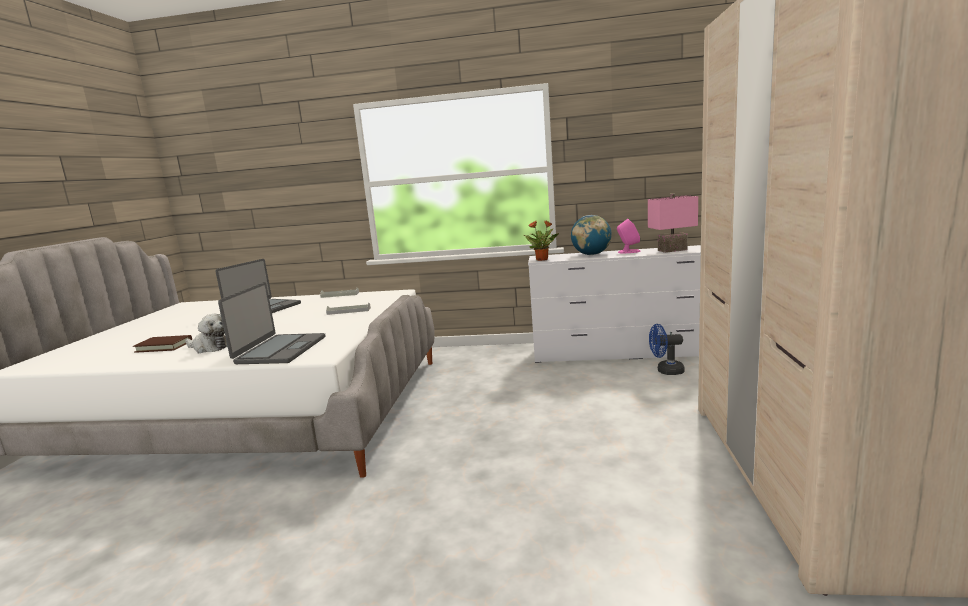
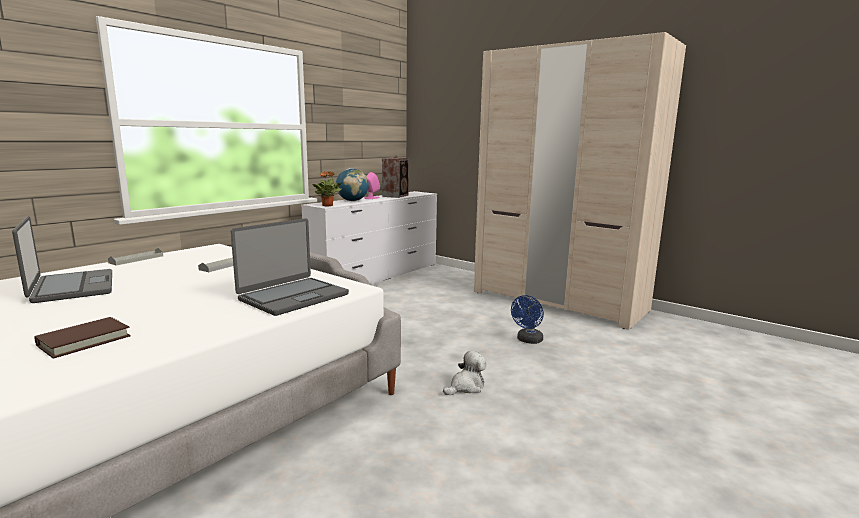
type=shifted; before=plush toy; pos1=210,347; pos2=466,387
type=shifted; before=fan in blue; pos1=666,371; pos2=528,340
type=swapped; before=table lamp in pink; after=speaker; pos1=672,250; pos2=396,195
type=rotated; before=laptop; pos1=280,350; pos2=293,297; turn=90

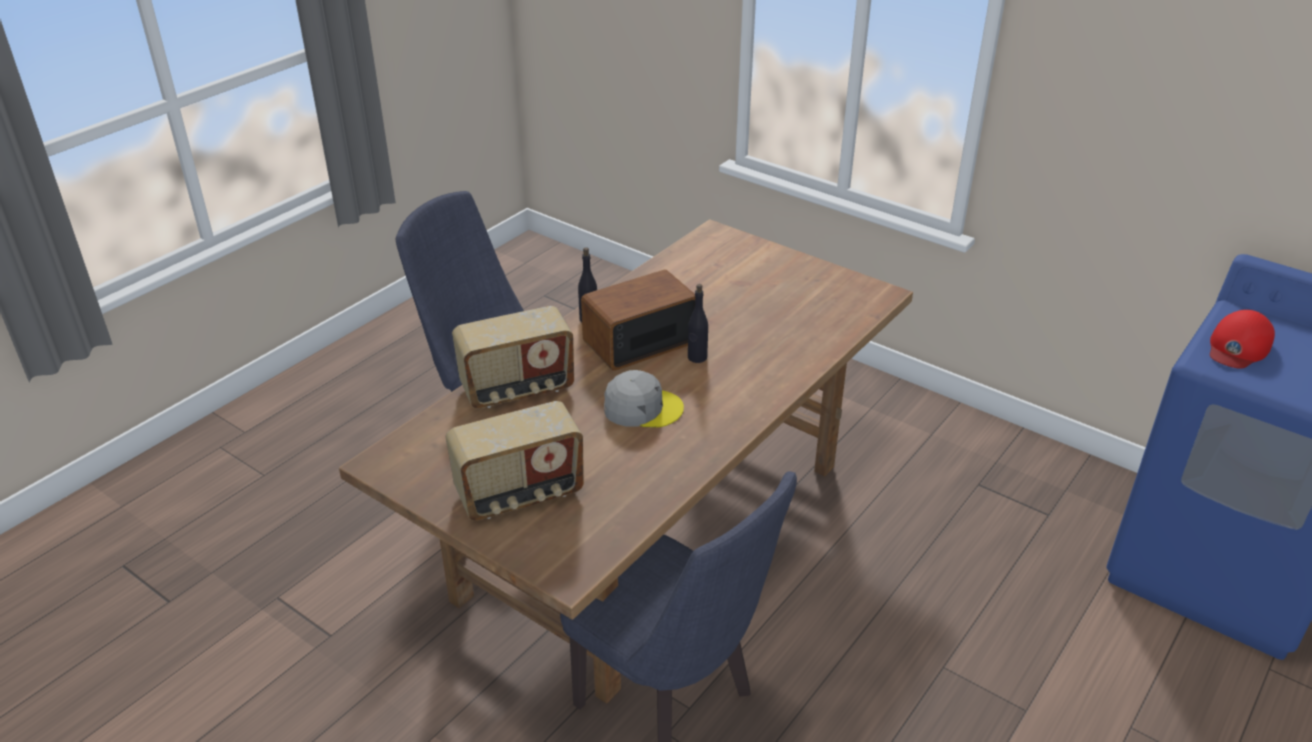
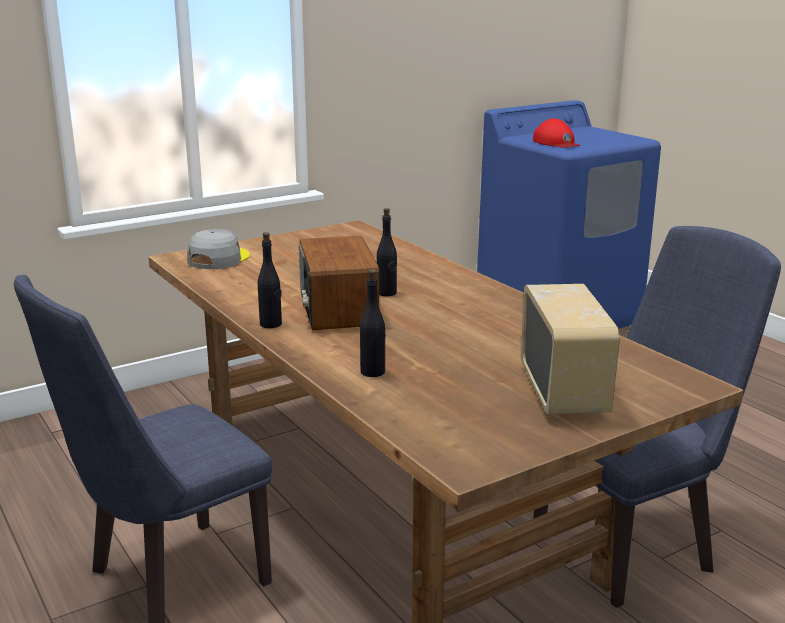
type=shifted; before=cap in grey; pos1=642,408; pos2=218,259
type=swapped; before=radio; after=bottle in black; pos1=517,389; pos2=373,372

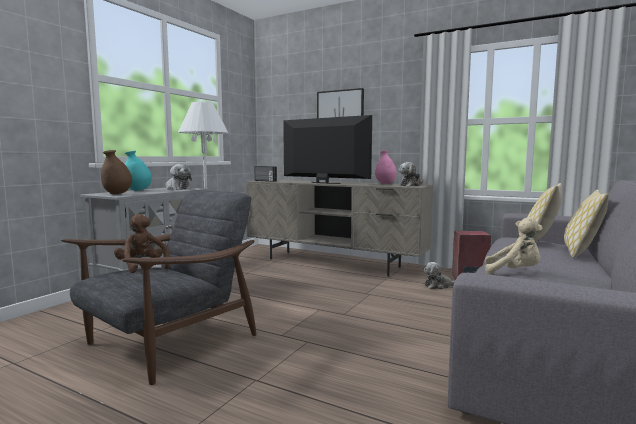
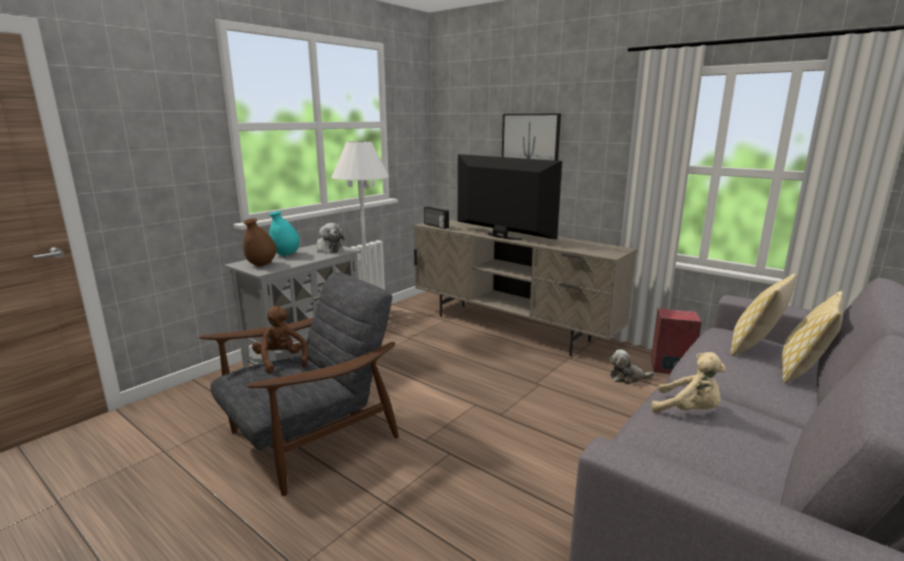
type=gone; before=vase in pink; pos1=385,184
type=gone; before=plush toy; pos1=411,185

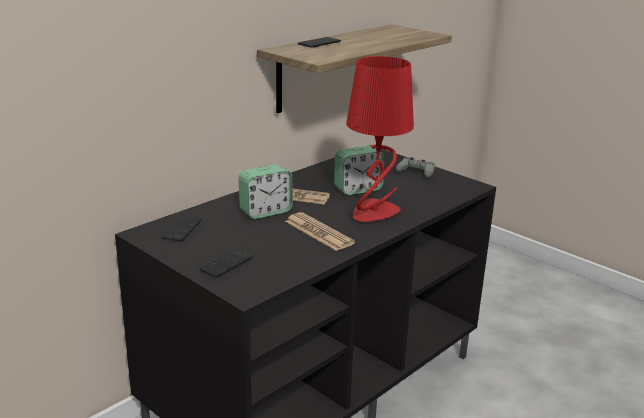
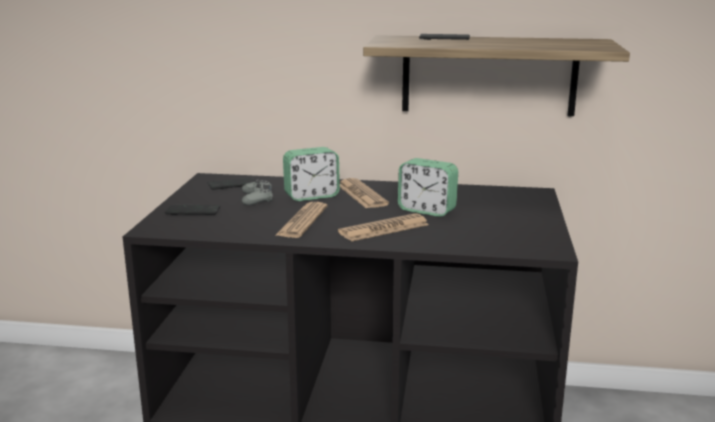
type=shifted; before=game controller in grey; pos1=416,172; pos2=257,199
type=swapped; before=table lamp in red; after=newspaper; pos1=374,213; pos2=384,229
type=rotated; before=alarm clock; pos1=265,212; pos2=311,196; turn=-45

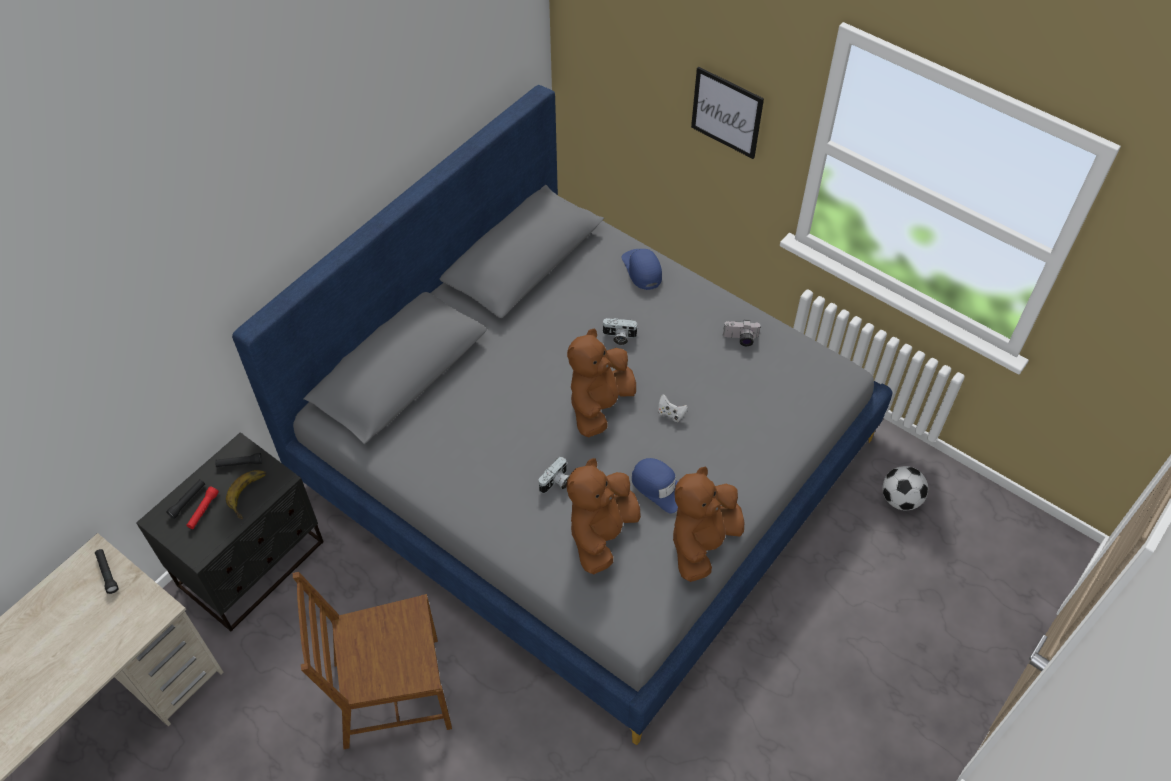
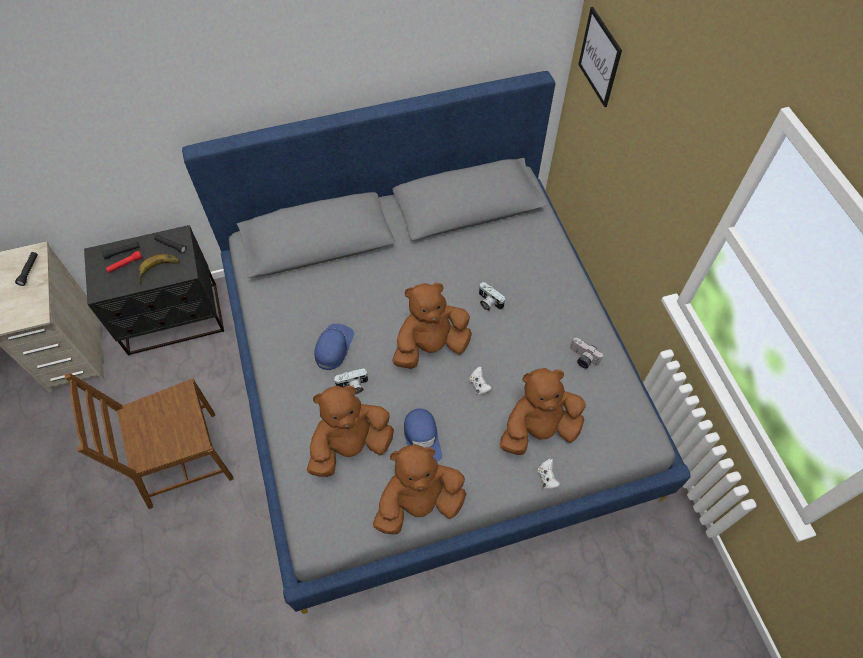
type=gone; before=football; pos1=900,499
type=new; after=plush toy in brown; pos2=538,429
type=new; after=game controller in white; pos2=547,478
type=shifted; before=cap in blue; pos1=642,270; pos2=333,347
type=shifted; before=picture; pos1=726,112; pos2=599,57
type=rotated; before=chair in brown; pos1=390,694; pos2=182,461; turn=-45

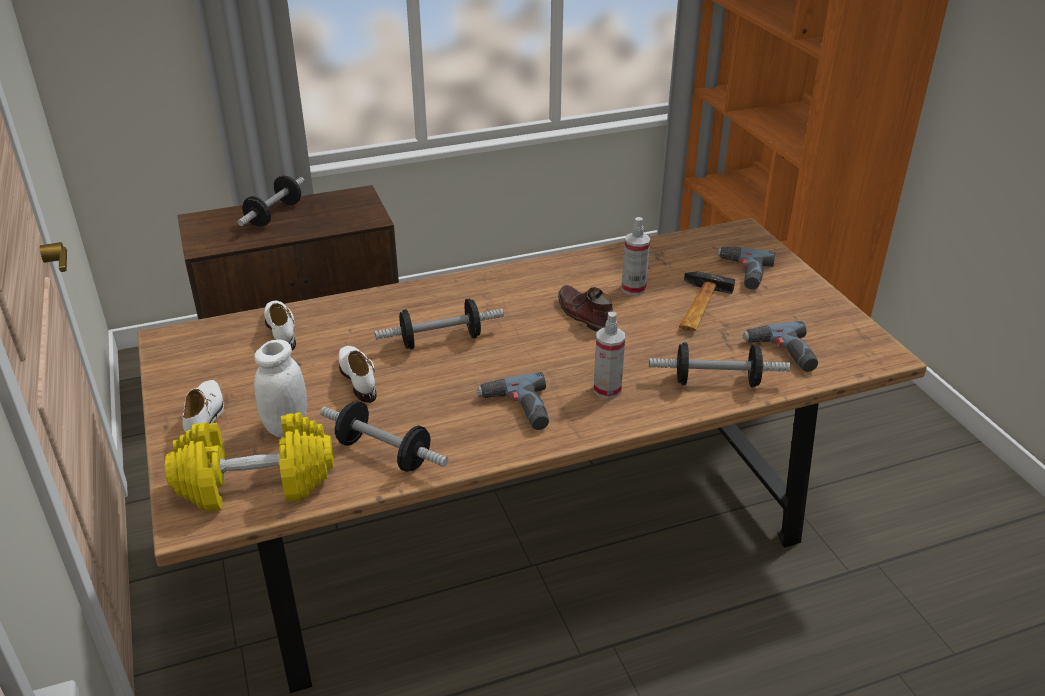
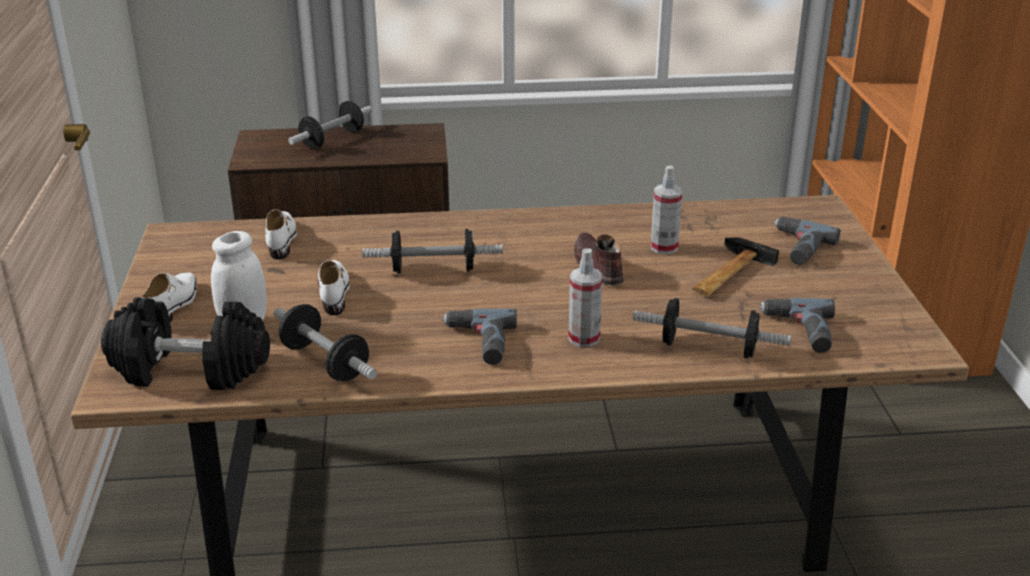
type=repainted; before=dumbbell in yellow; after=dumbbell in black; pos1=255,484; pos2=190,370

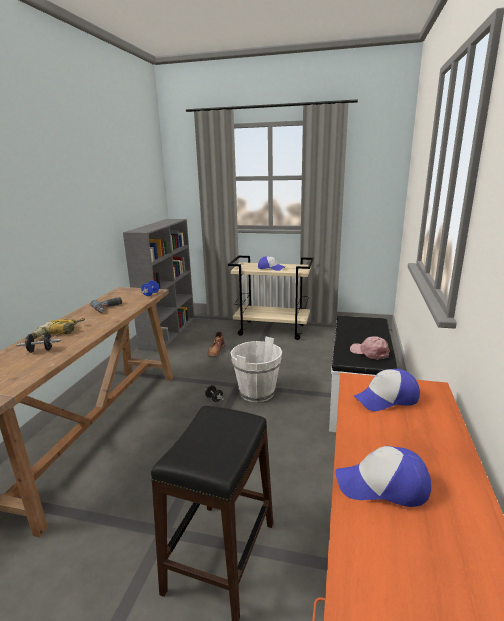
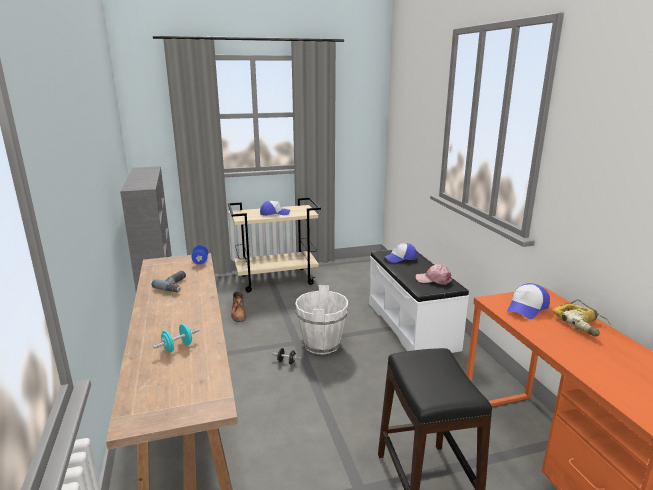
type=shifted; before=power drill; pos1=57,334; pos2=582,323
type=shifted; before=cap; pos1=383,485; pos2=400,258
type=repainted; before=dumbbell in black; after=dumbbell in turquoise; pos1=40,350; pos2=177,347

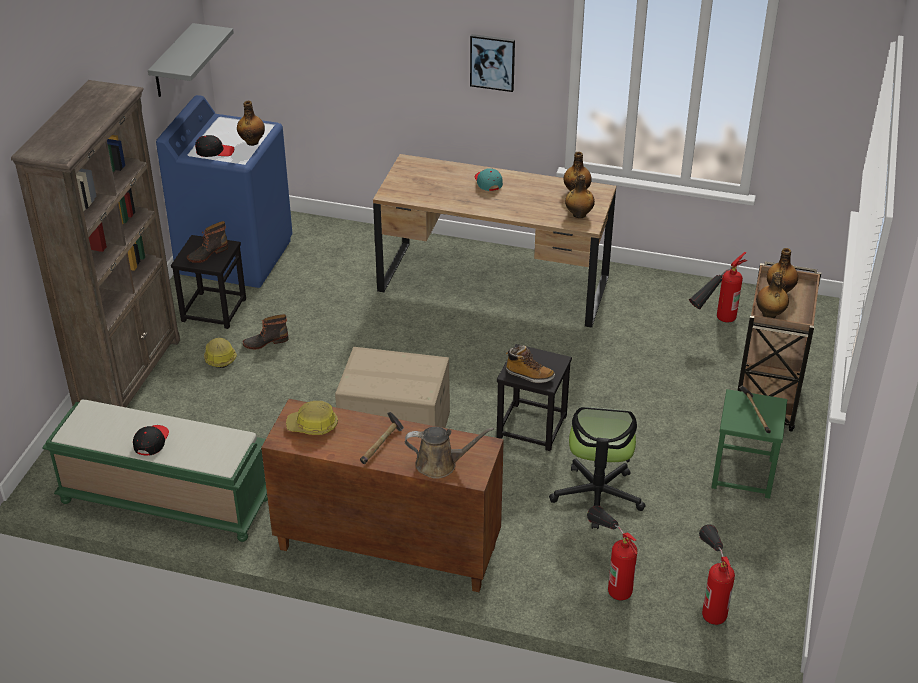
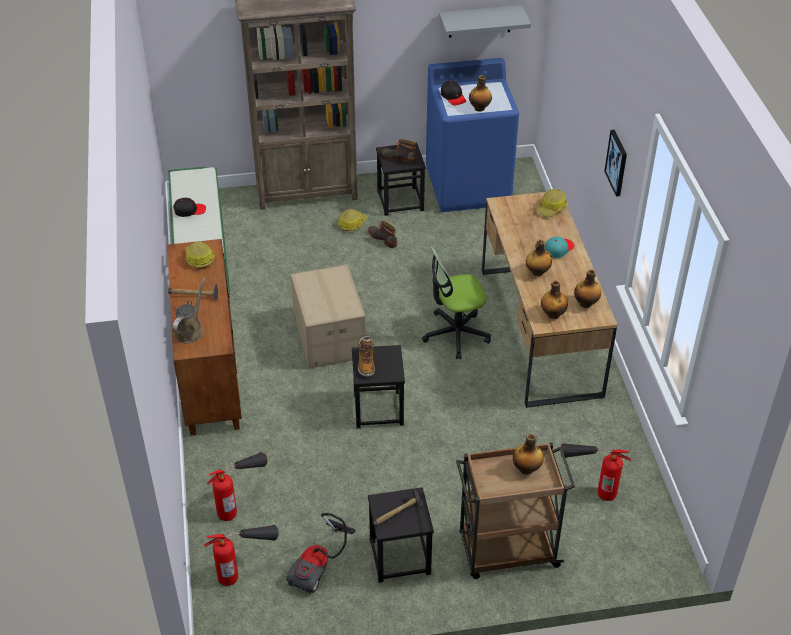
type=new; after=vacuum cleaner; pos2=320,565
type=new; after=hard hat; pos2=551,208
type=shifted; before=office chair; pos1=597,496; pos2=455,334
type=shifted; before=bottle; pos1=769,315; pos2=537,272
type=repainted; before=stool in green; after=stool in black; pos1=743,473; pos2=400,557
type=rotated; before=watering can in brown; pos1=440,464; pos2=190,330; turn=-135

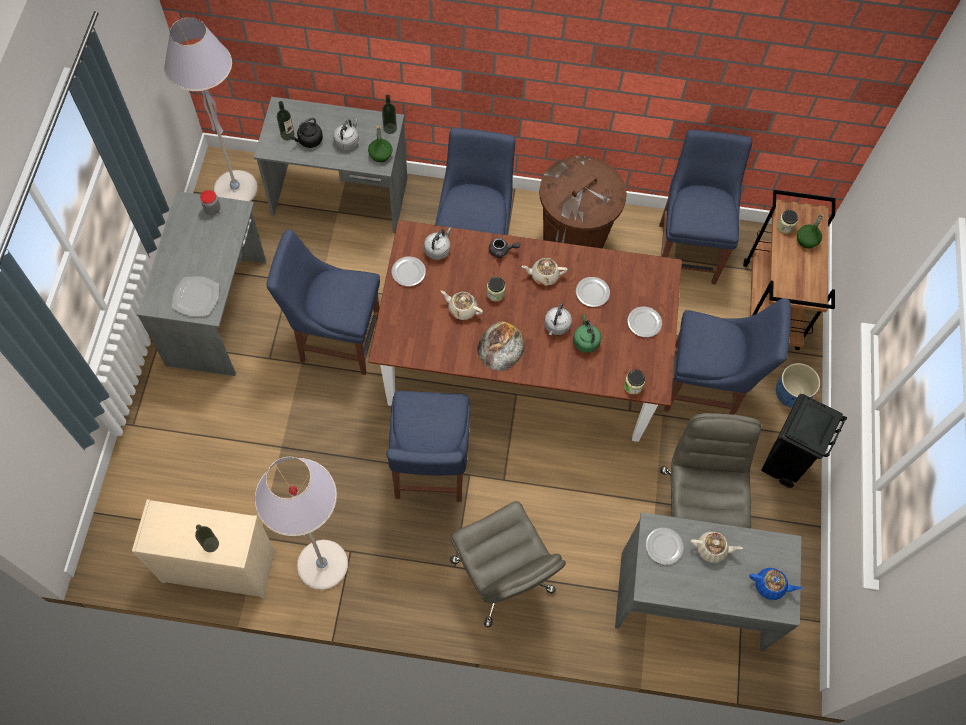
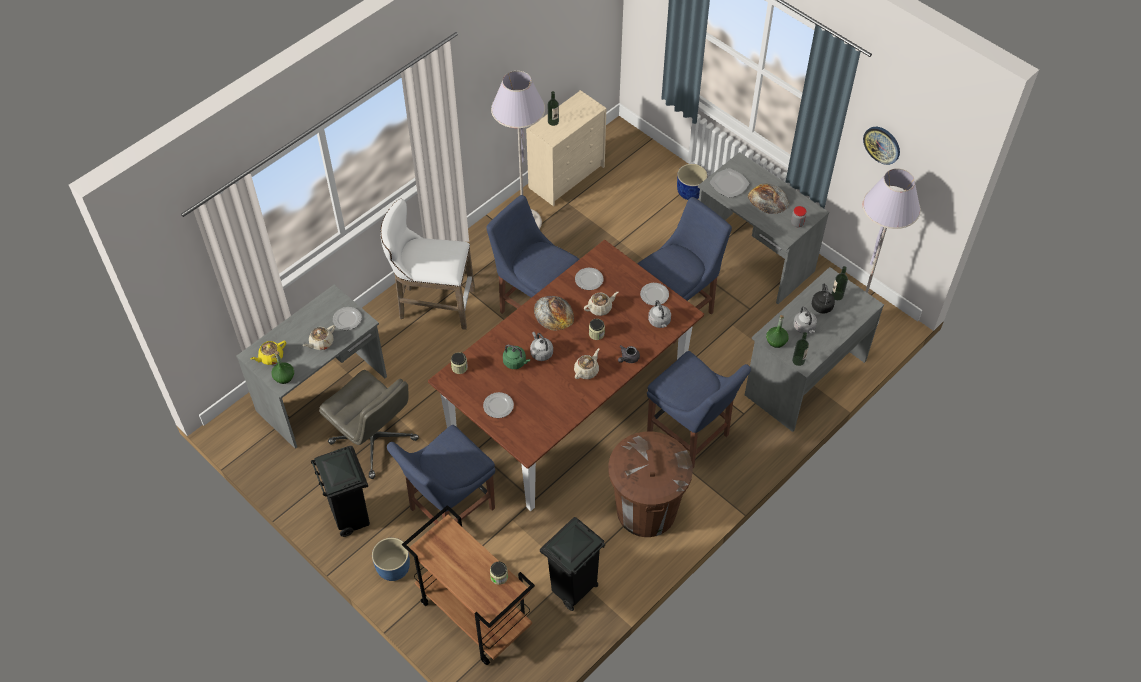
type=new; after=planter in blue; pos2=690,192
type=new; after=bread; pos2=768,199
type=new; after=wall clock; pos2=882,144
type=shifted; before=plate; pos1=592,293; pos2=588,280
type=shifted; before=bottle in green; pos1=806,240; pos2=284,377
type=swapped; before=office chair in grey; after=stool in white; pos1=503,576; pos2=432,305
type=swapped; before=chair in blue; after=trash can in black; pos1=687,249; pos2=573,590
type=repainted; before=teapot in blue; after=teapot in yellow; pos1=770,586; pos2=271,357

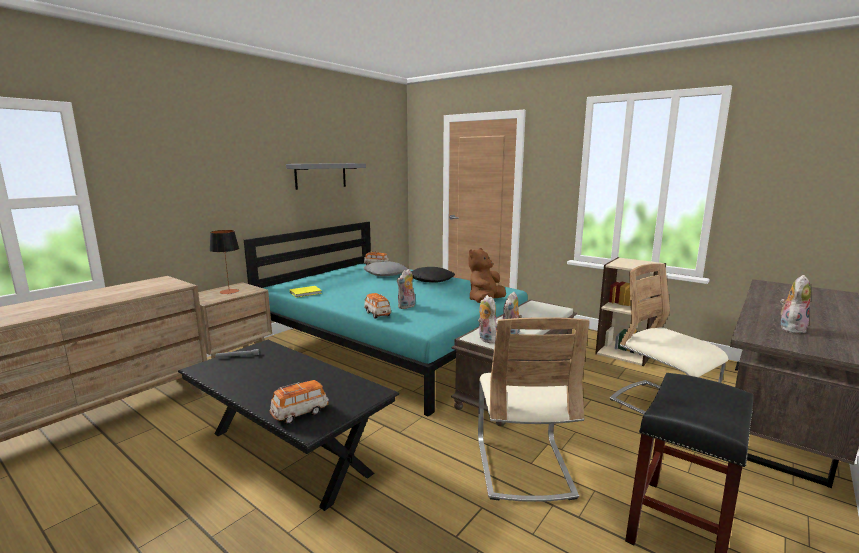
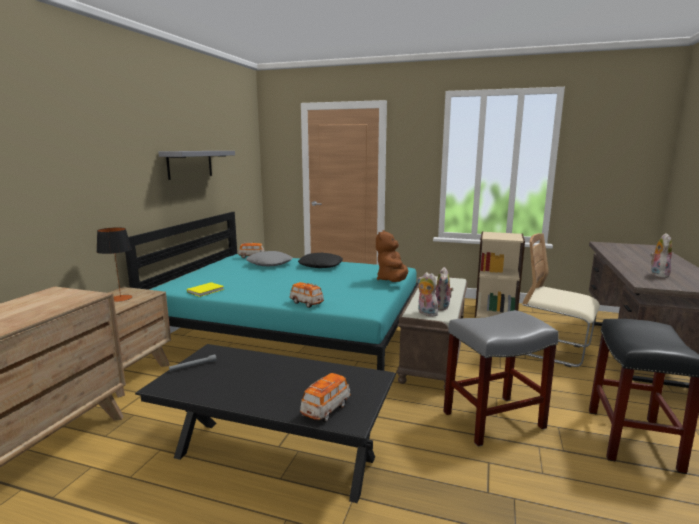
type=gone; before=plush toy; pos1=407,307
type=swapped; before=chair in beige; after=stool in grey; pos1=523,466; pos2=493,420

